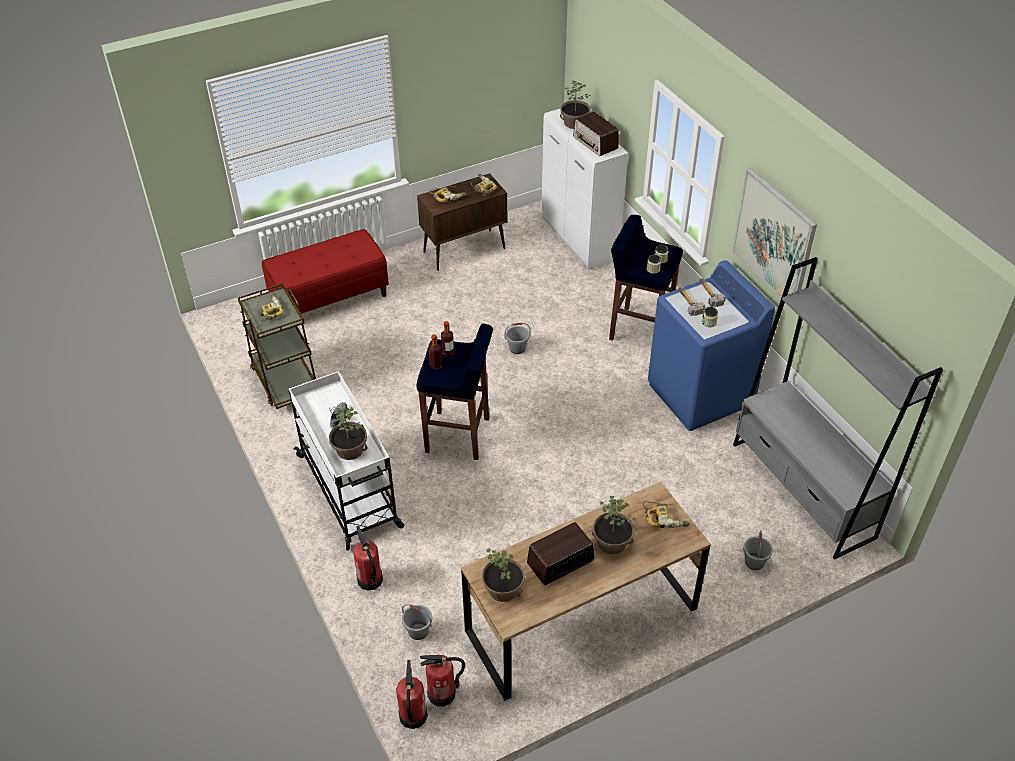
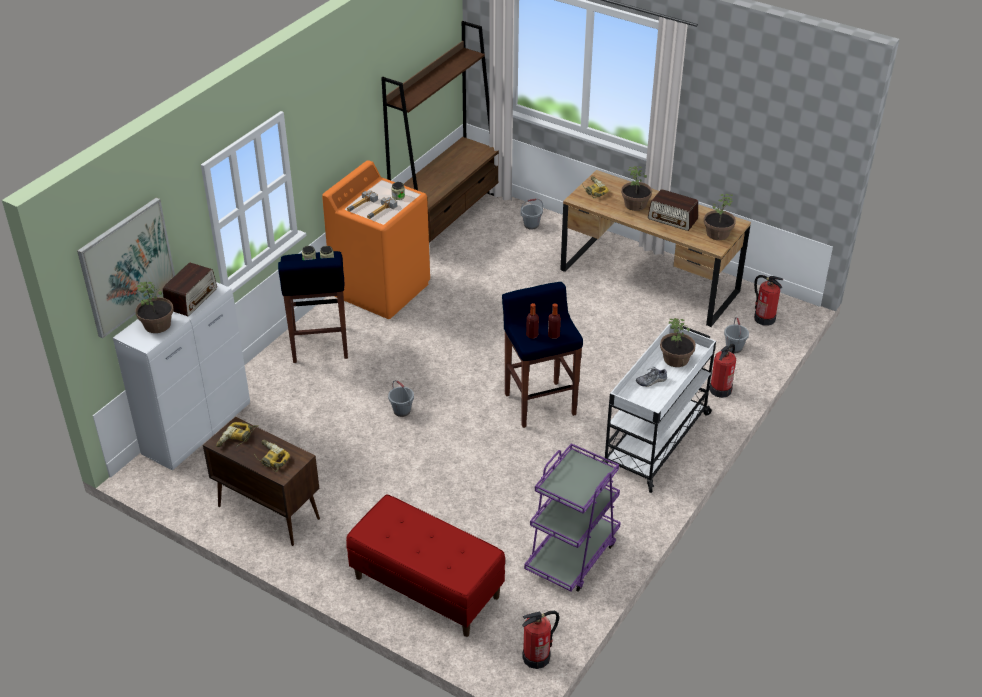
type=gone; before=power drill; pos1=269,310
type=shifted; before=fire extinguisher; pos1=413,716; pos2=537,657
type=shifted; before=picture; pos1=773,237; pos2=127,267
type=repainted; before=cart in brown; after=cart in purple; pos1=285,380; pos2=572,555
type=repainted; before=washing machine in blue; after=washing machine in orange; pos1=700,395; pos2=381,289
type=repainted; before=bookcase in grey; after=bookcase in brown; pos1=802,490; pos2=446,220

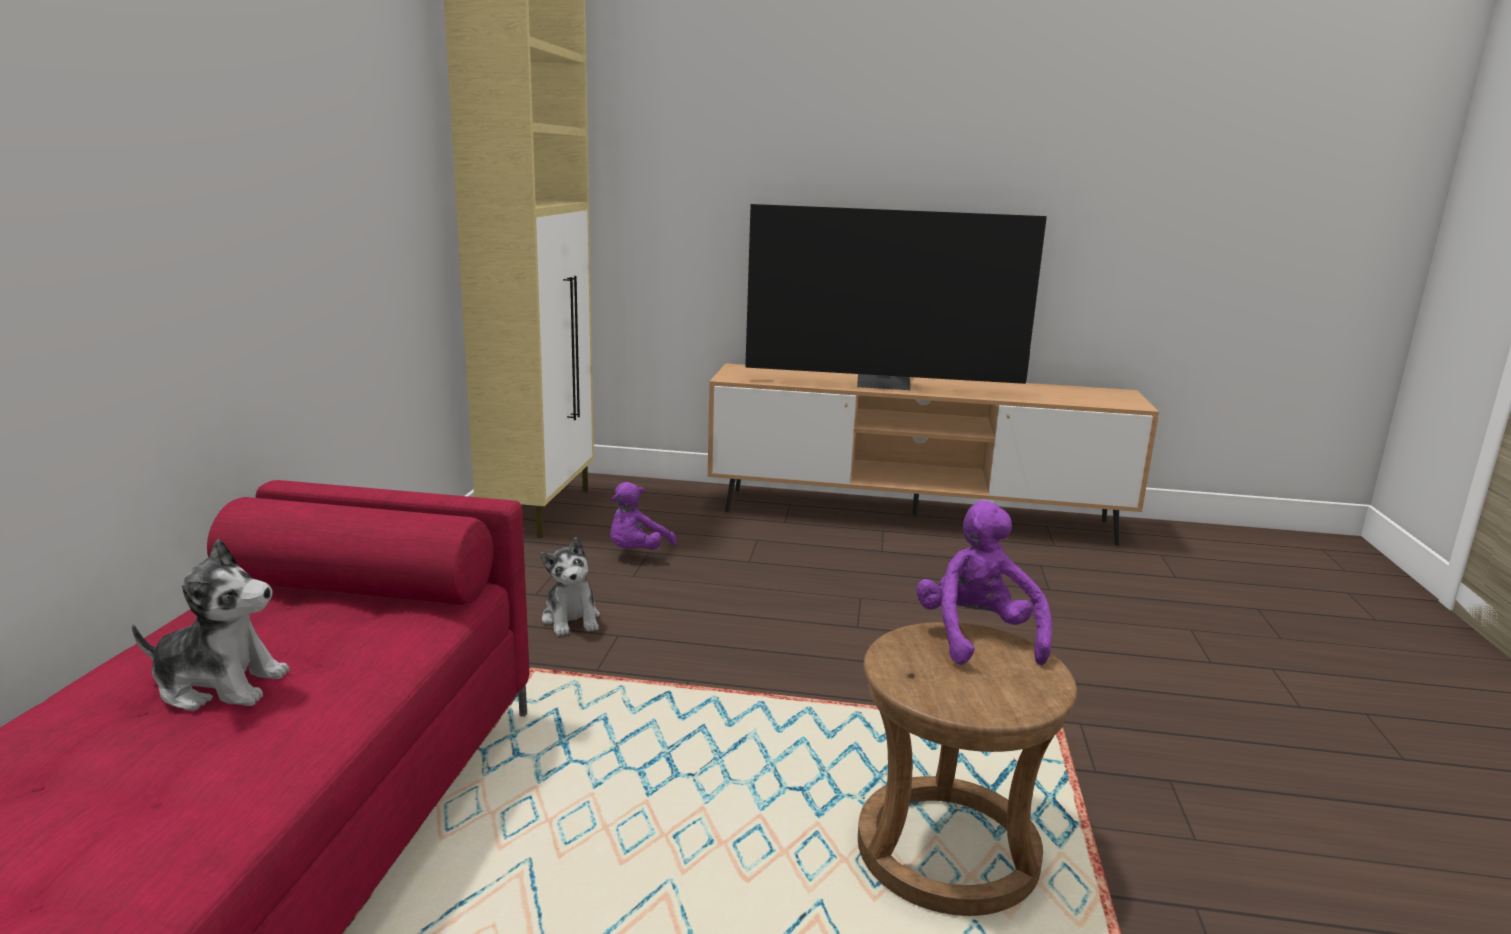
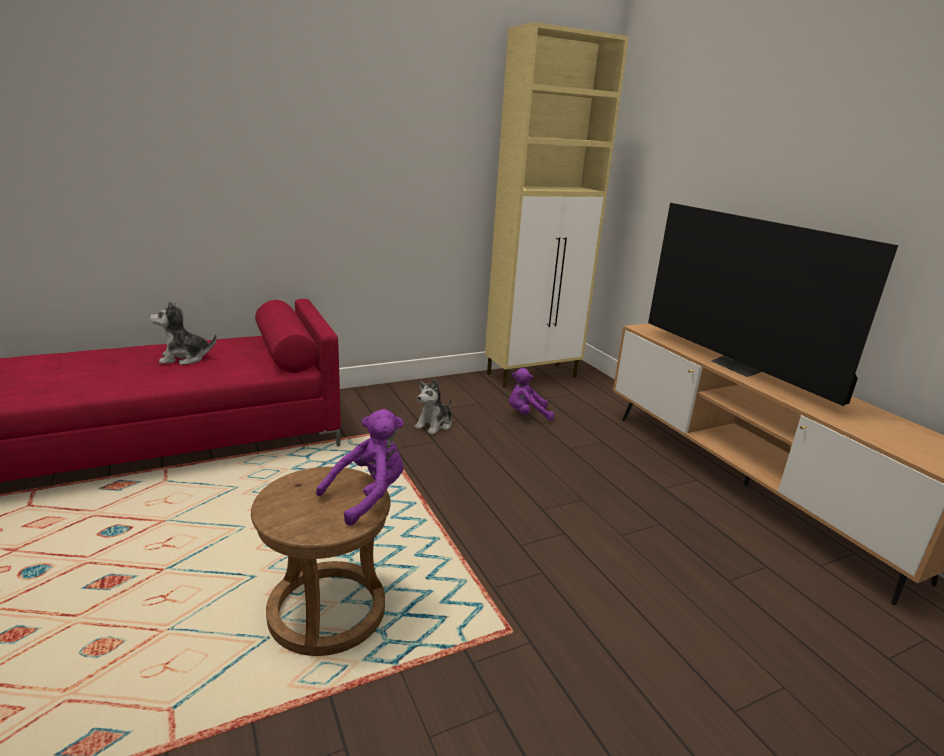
type=rotated; before=plush toy; pos1=220,685; pos2=184,358; turn=105

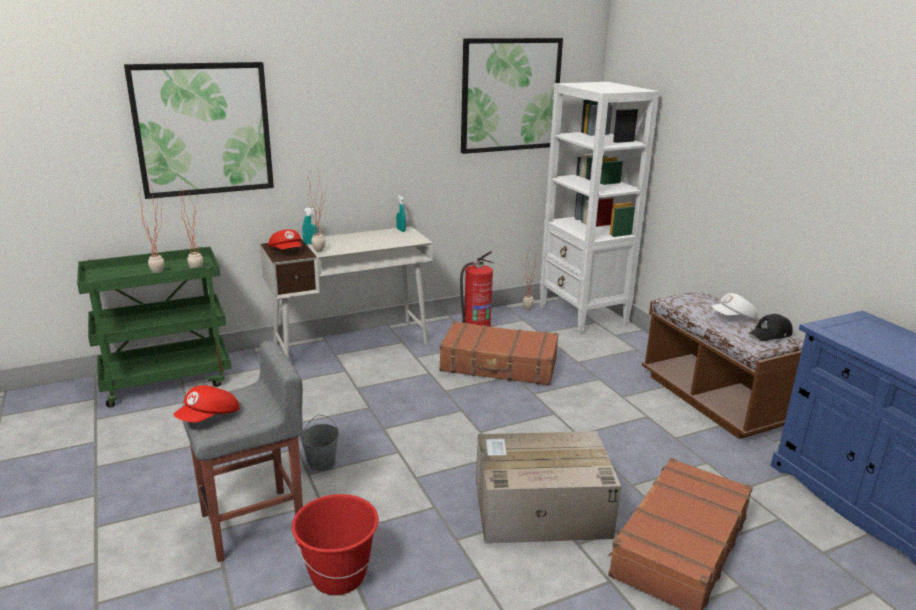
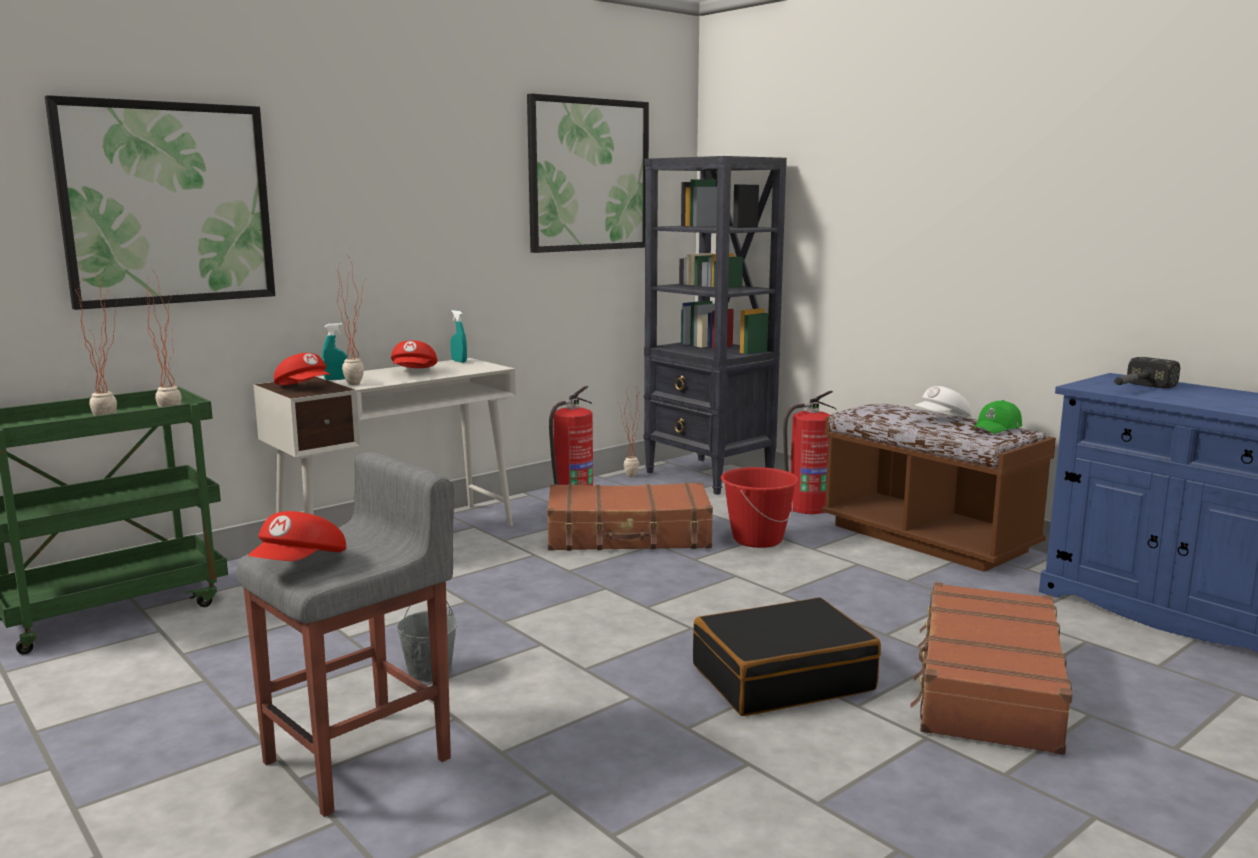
type=new; after=cap in red; pos2=414,372
type=new; after=fire extinguisher; pos2=807,508
type=new; after=hammer; pos2=1136,389
type=shifted; before=bucket in red; pos1=338,576; pos2=757,539
type=swapped; before=cardboard box; after=suitcase in black; pos1=539,510; pos2=782,677
type=repainted; before=bookcase in white; after=bookcase in black; pos1=583,316; pos2=709,476
type=repainted; before=cap in black; after=cap in green; pos1=770,334; pos2=997,428

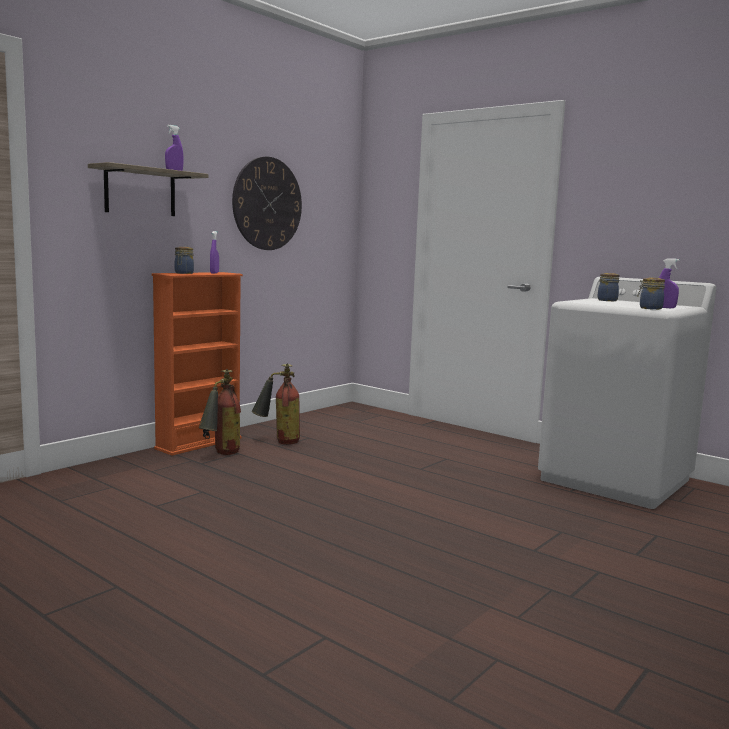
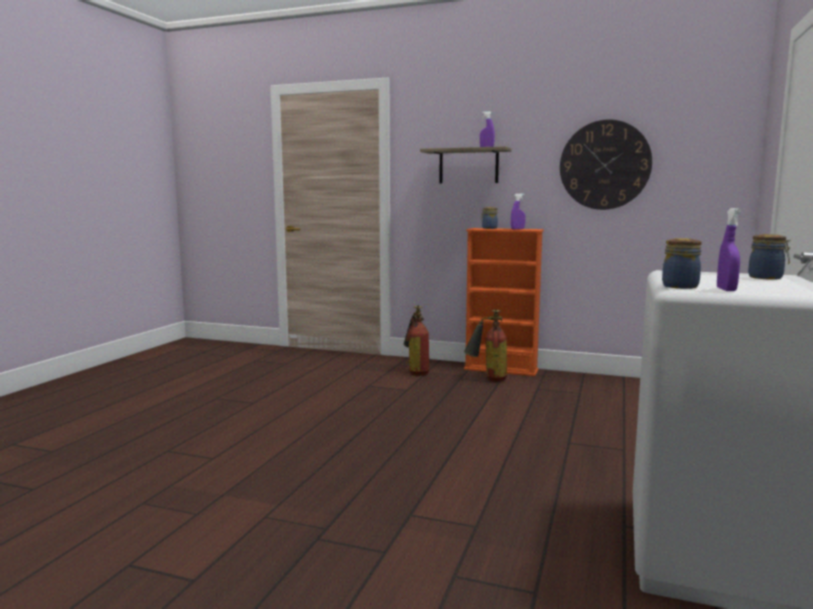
type=shifted; before=fire extinguisher; pos1=278,442; pos2=416,371

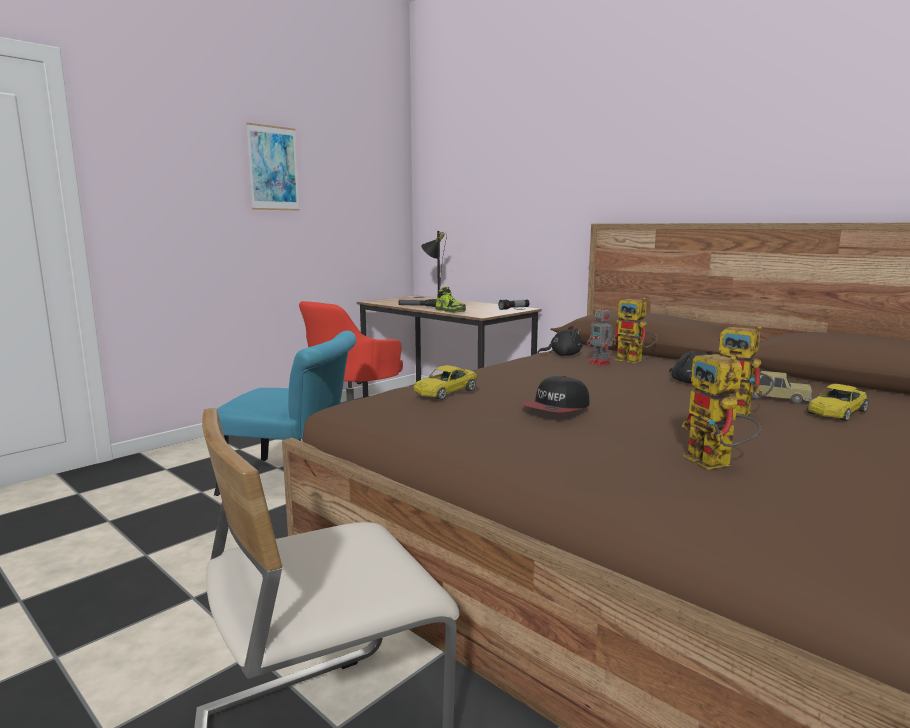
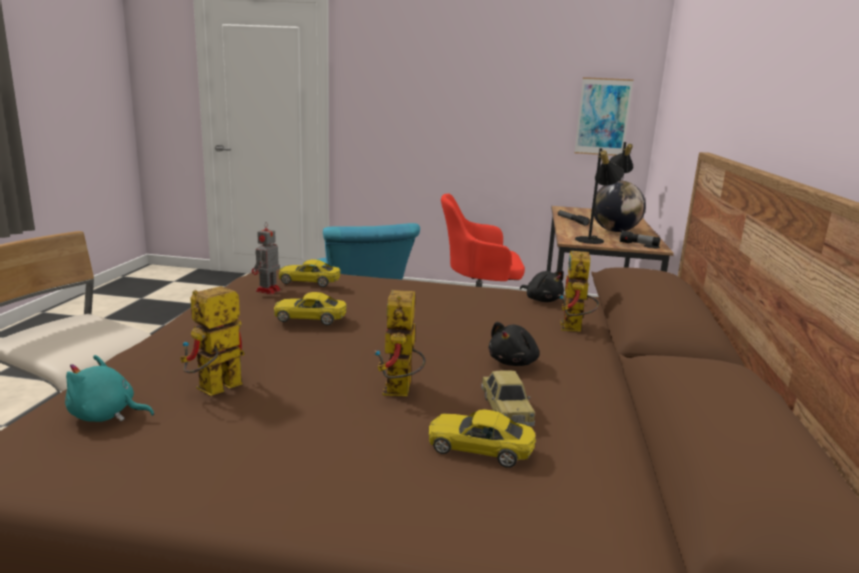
type=gone; before=shoe; pos1=450,311
type=new; after=plush toy in turquoise; pos2=106,415
type=new; after=table lamp in black; pos2=593,240
type=new; after=globe; pos2=615,231
type=shifted; before=picture; pos1=273,168; pos2=603,117
type=shifted; before=toy robot; pos1=600,363; pos2=267,291
type=swapped; before=cap; after=toy car in yellow; pos1=556,408; pos2=310,318

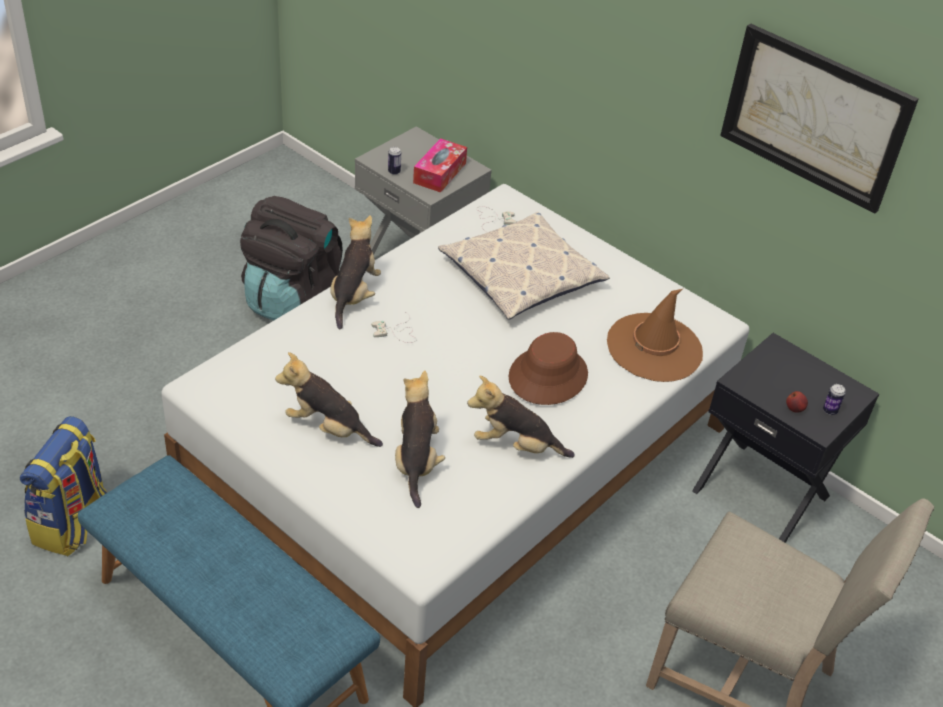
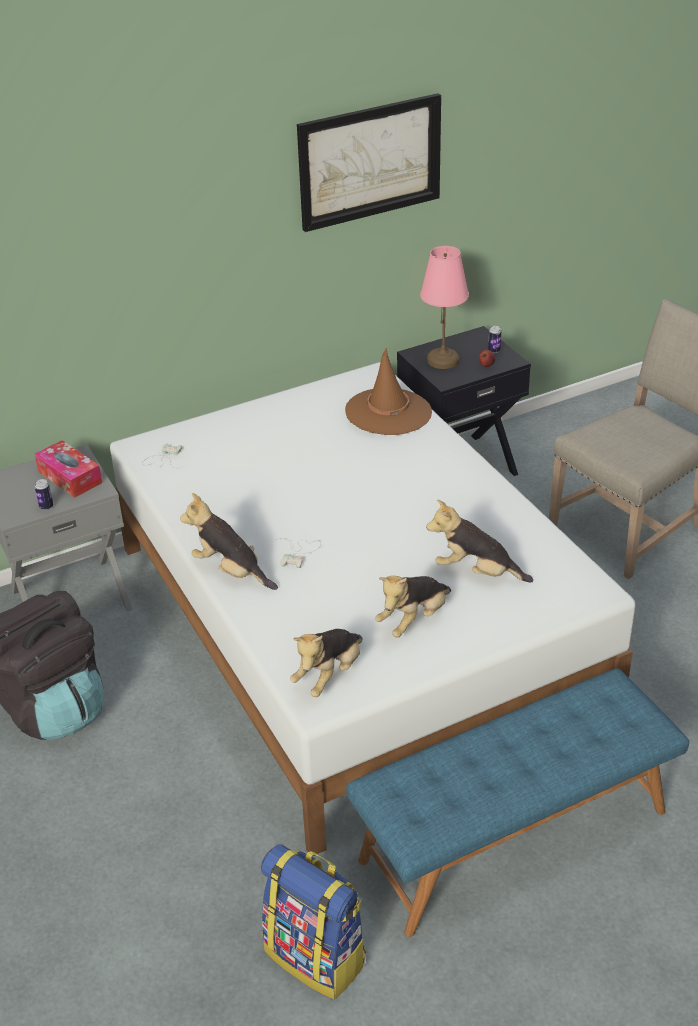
type=gone; before=pillow; pos1=521,275
type=gone; before=hat in brown; pos1=547,376
type=new; after=table lamp in pink; pos2=443,360
type=shifted; before=plush toy; pos1=516,445; pos2=329,675

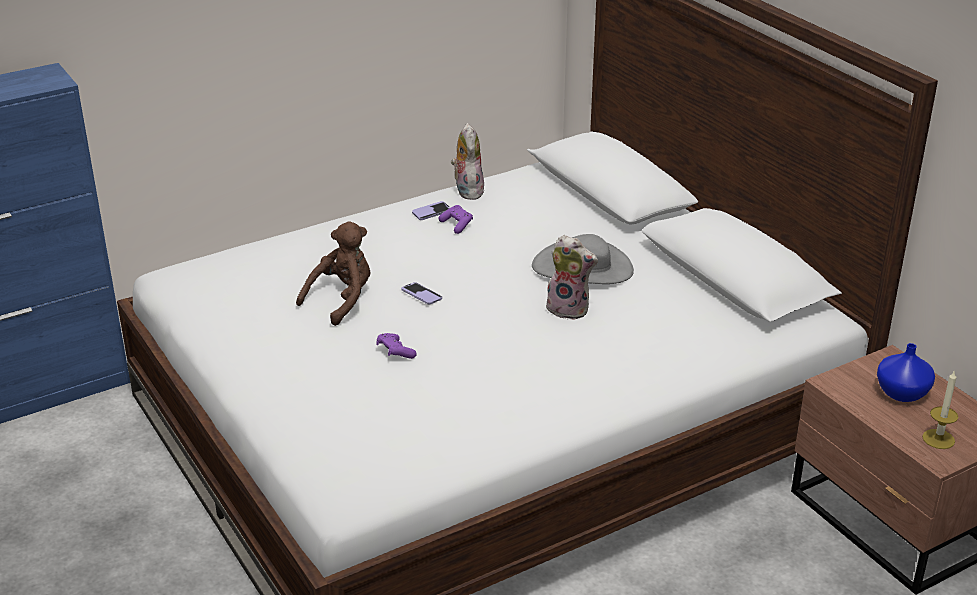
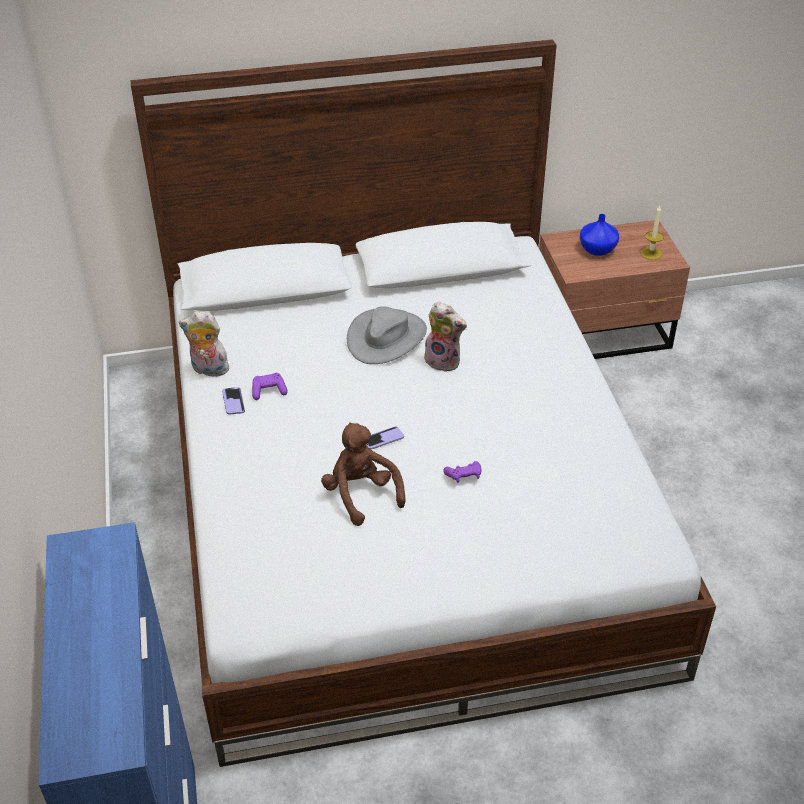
type=rotated; before=plush toy; pos1=569,309; pos2=444,361; turn=75

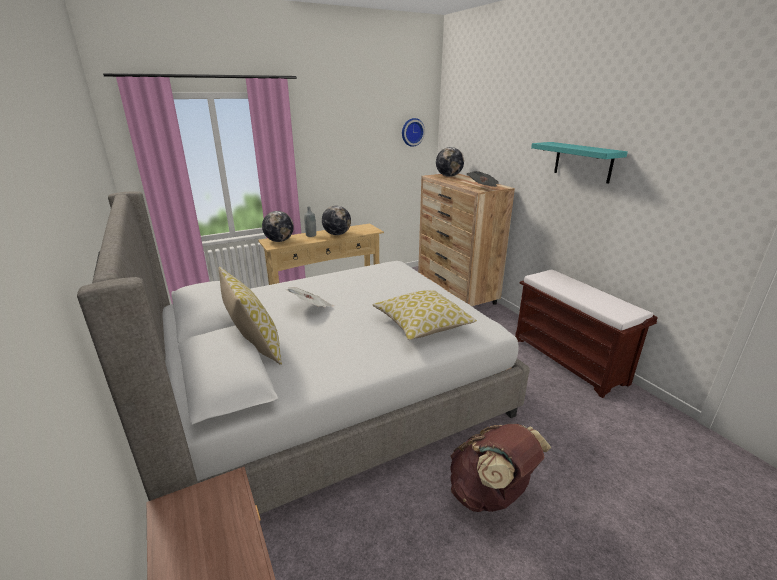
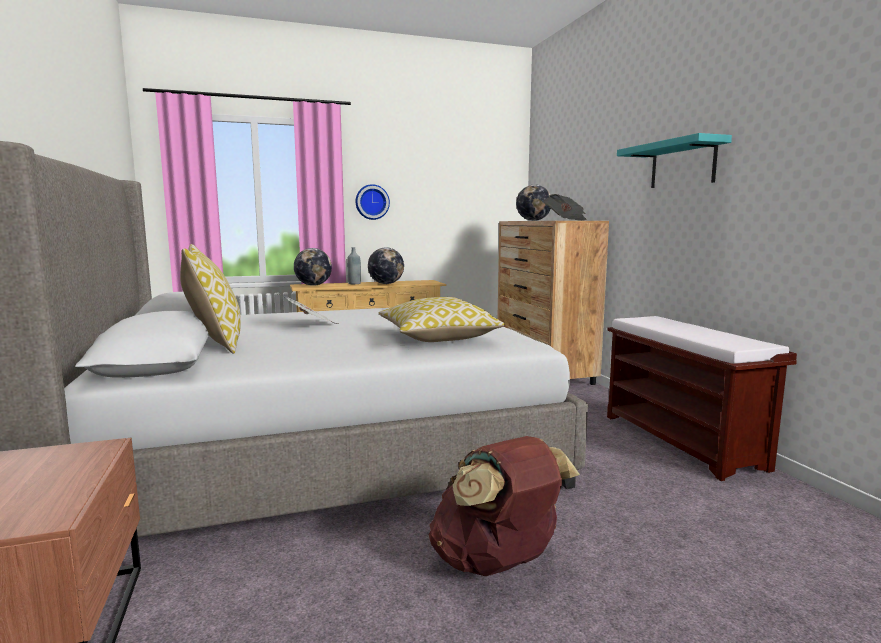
type=shifted; before=wall clock; pos1=412,132; pos2=372,202

